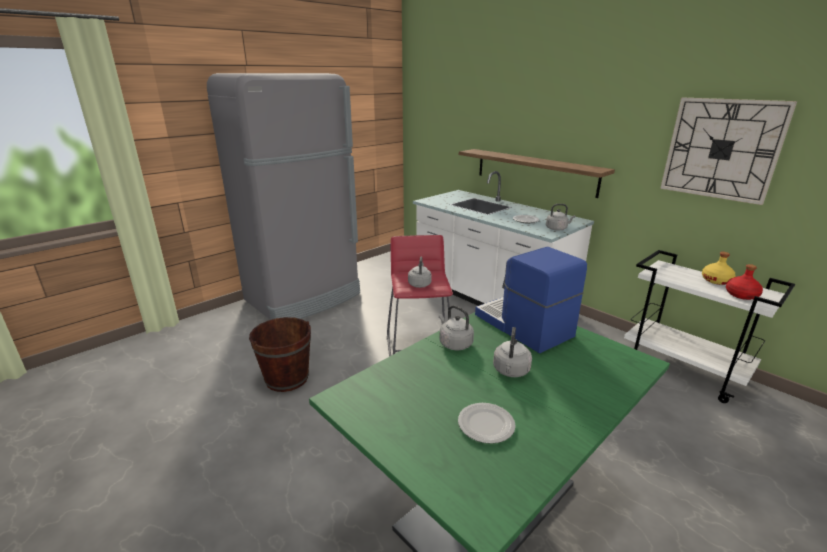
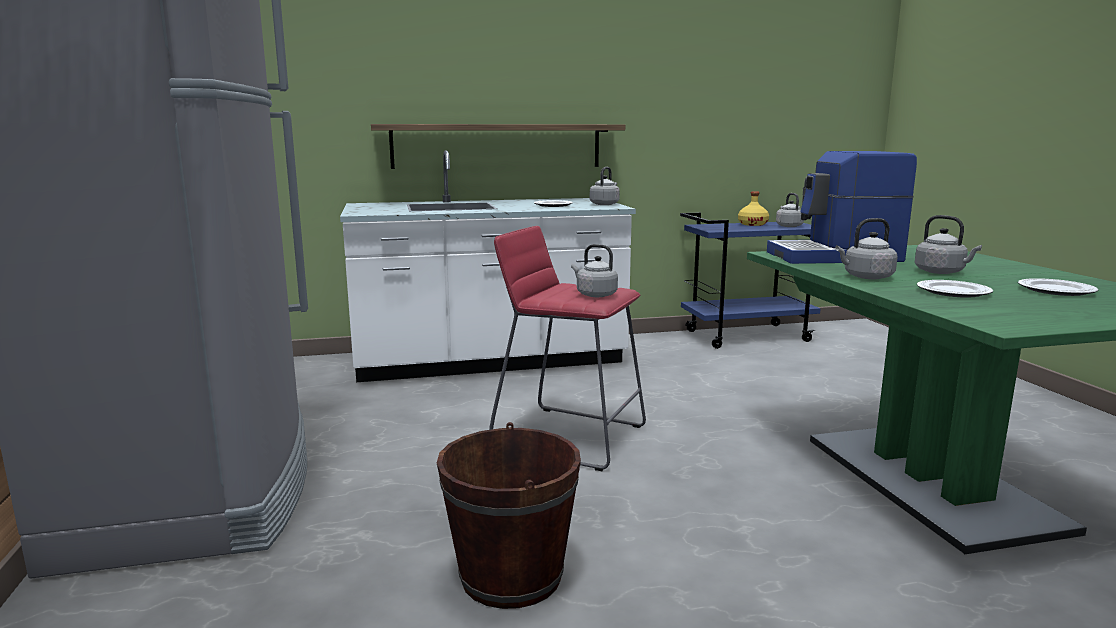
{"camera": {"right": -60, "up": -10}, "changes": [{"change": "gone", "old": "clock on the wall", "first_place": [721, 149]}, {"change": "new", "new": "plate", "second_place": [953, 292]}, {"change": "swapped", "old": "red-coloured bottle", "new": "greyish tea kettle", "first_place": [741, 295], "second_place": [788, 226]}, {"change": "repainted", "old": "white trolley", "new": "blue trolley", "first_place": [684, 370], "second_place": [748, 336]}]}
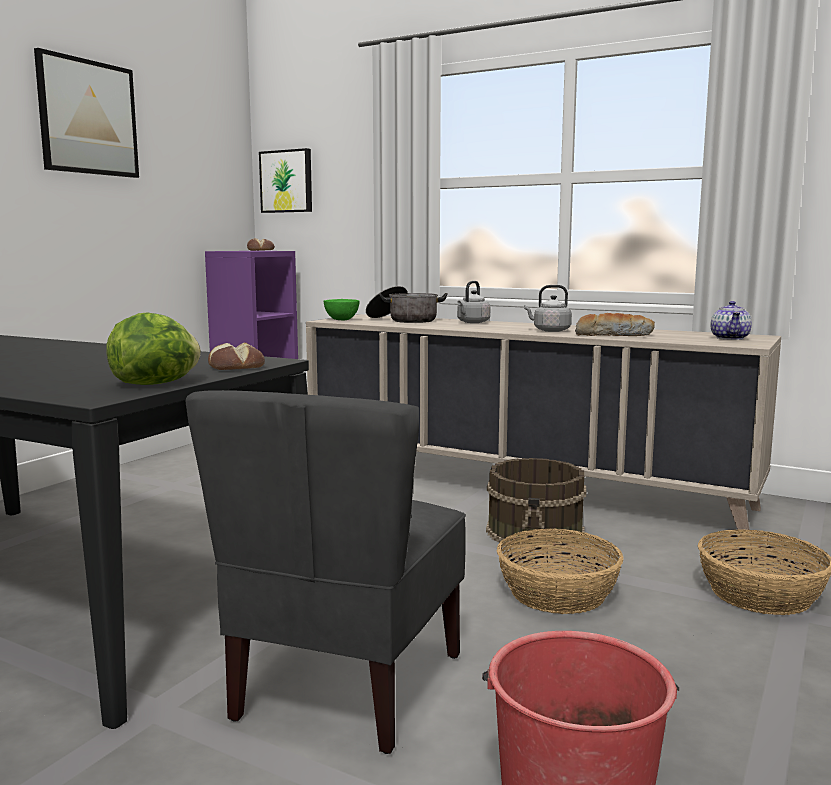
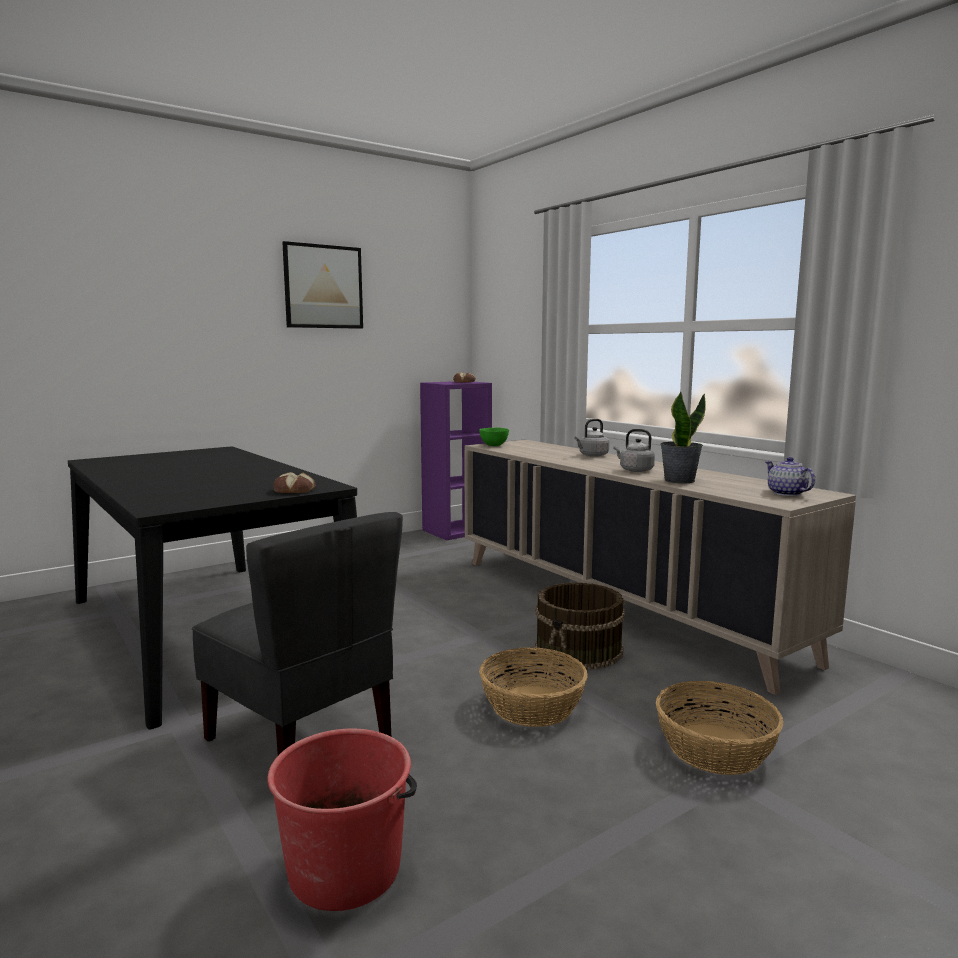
{"camera": {"right": 25, "up": 0}, "changes": [{"change": "gone", "old": "head of lettuce", "first_place": [156, 384]}, {"change": "gone", "old": "wall art", "first_place": [287, 181]}, {"change": "gone", "old": "stockpot", "first_place": [403, 320]}, {"change": "swapped", "old": "bakery bread", "new": "plant in a pot", "first_place": [614, 335], "second_place": [679, 480]}, {"change": "rotated", "old": "greyish plain chair", "first_place": [346, 686], "second_place": [302, 738], "degrees": -90}, {"change": "rotated", "old": "teapot", "first_place": [730, 338], "second_place": [787, 493], "degrees": 120}]}
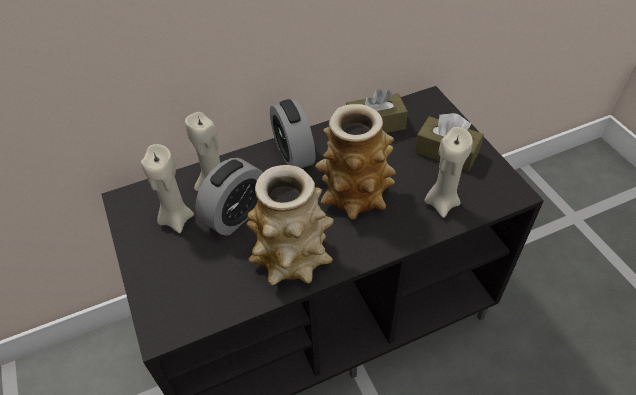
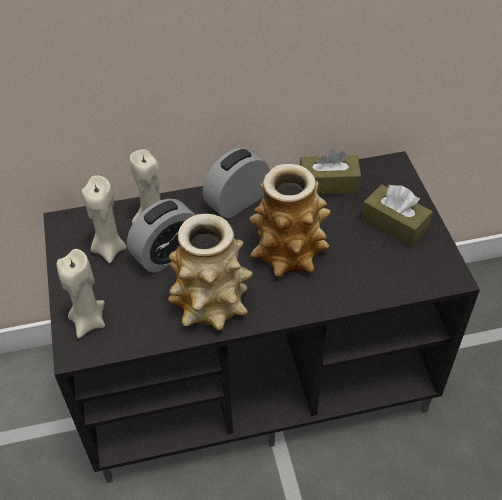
{"camera": {"right": 10, "up": 0}, "changes": [{"change": "shifted", "old": "beige-coloured wax light", "first_place": [441, 202], "second_place": [89, 321]}, {"change": "rotated", "old": "table clock", "first_place": [293, 154], "second_place": [237, 202], "degrees": 60}]}
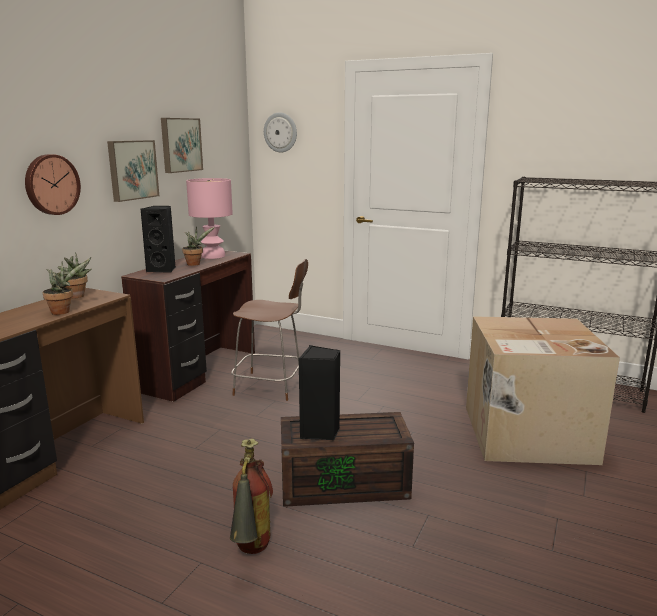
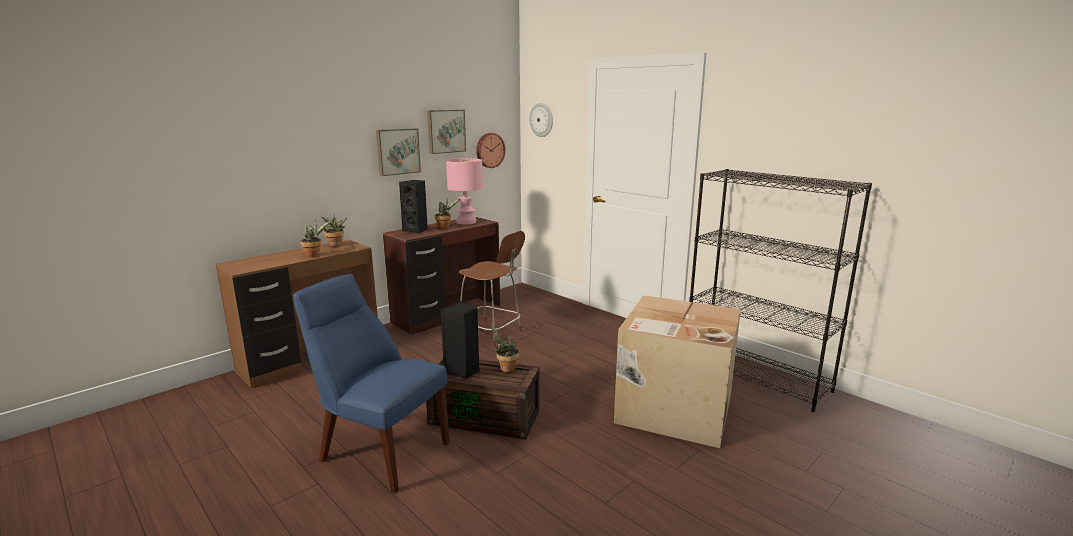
{"camera": {"right": 20, "up": 0}, "changes": [{"change": "new", "new": "plant in a pot", "second_place": [505, 368]}, {"change": "shifted", "old": "clock on the wall", "first_place": [51, 184], "second_place": [489, 150]}, {"change": "swapped", "old": "fire-fighting cylinder", "new": "blue plain chair", "first_place": [250, 554], "second_place": [380, 450]}]}
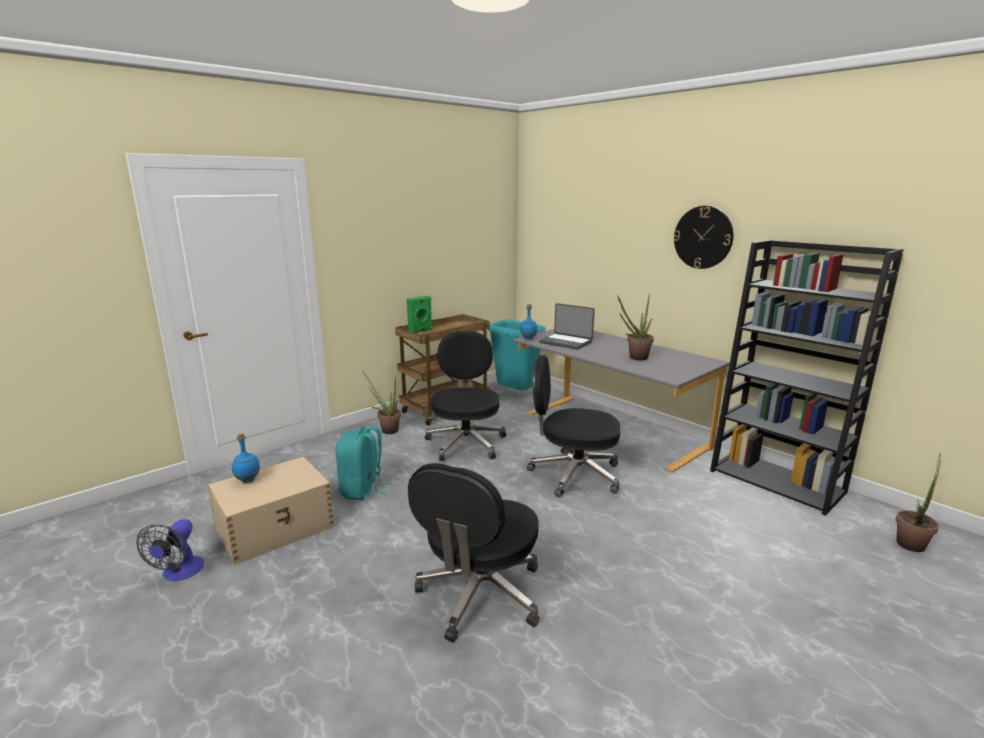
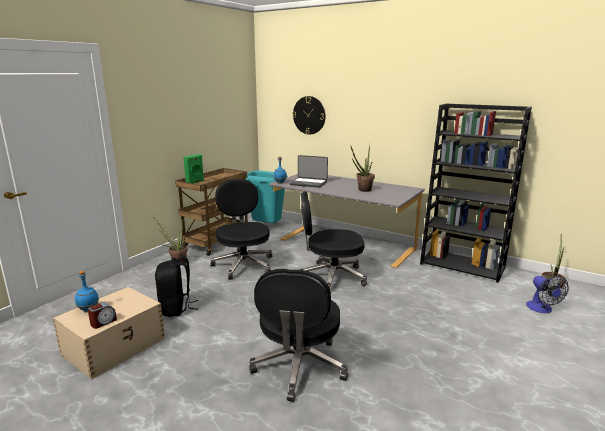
{"camera": {"right": -15, "up": 0}, "changes": [{"change": "new", "new": "table clock", "second_place": [103, 322]}, {"change": "shifted", "old": "cooling fan", "first_place": [179, 573], "second_place": [542, 309]}, {"change": "shifted", "old": "clock on the wall", "first_place": [703, 237], "second_place": [309, 115]}, {"change": "repainted", "old": "turquoise backpack", "new": "black backpack", "first_place": [362, 490], "second_place": [176, 308]}]}
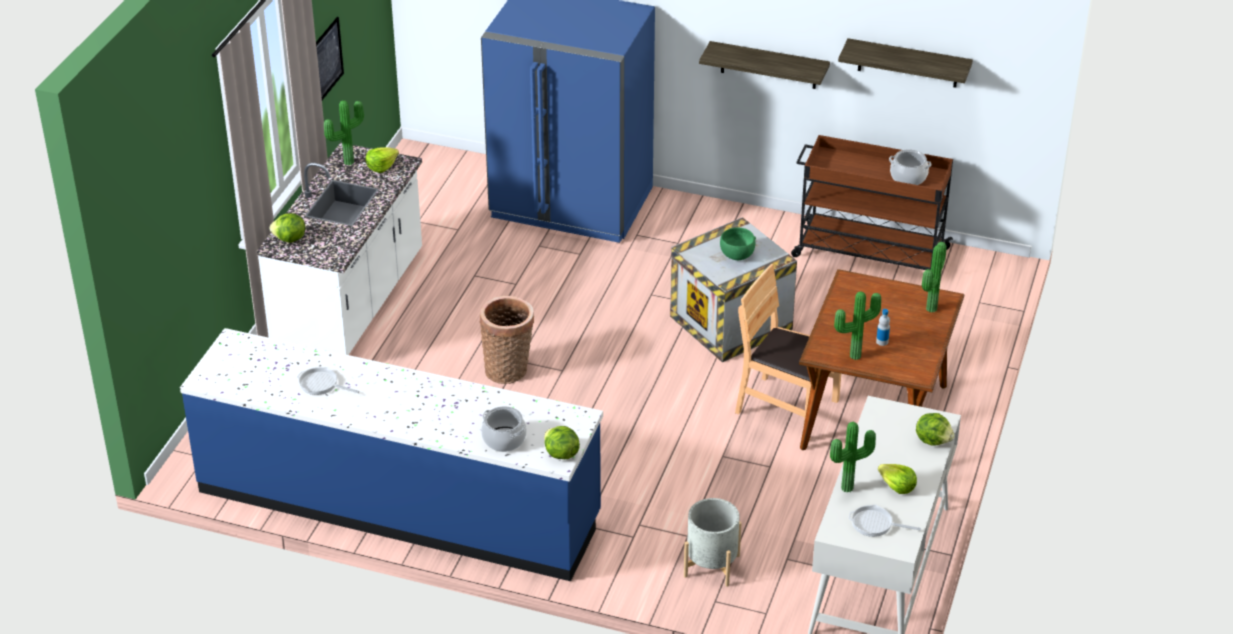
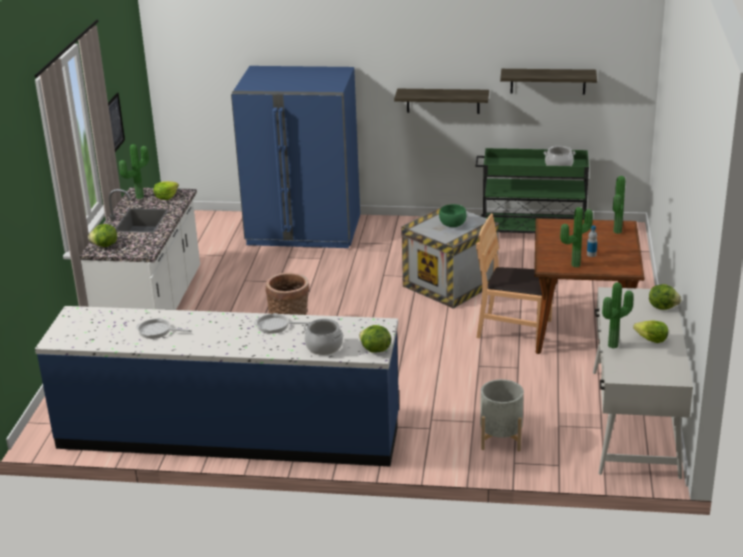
{"camera": {"right": -10, "up": -10}, "changes": [{"change": "shifted", "old": "pan", "first_place": [875, 524], "second_place": [275, 326]}, {"change": "repainted", "old": "brown trolley", "new": "green-coloured trolley", "first_place": [868, 252], "second_place": [531, 232]}]}
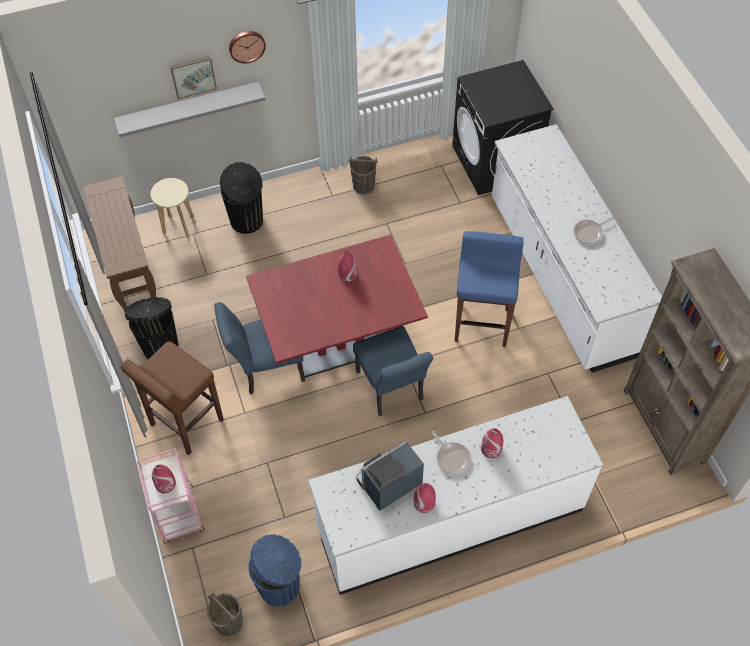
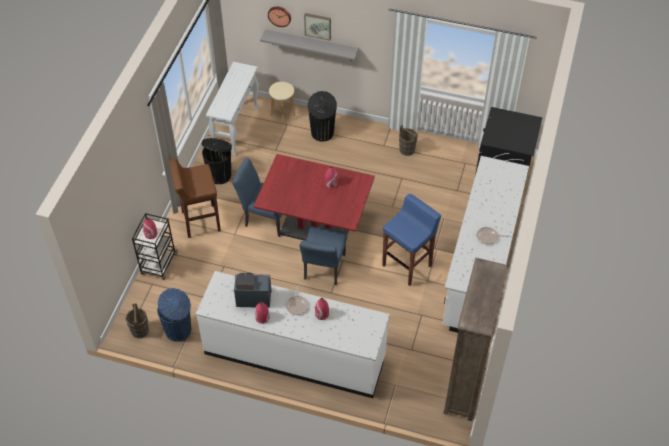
{"camera": {"right": 35, "up": -5}, "changes": [{"change": "shifted", "old": "clock on the wall", "first_place": [246, 45], "second_place": [279, 16]}, {"change": "repainted", "old": "brown narrow table", "new": "white narrow table", "first_place": [132, 275], "second_place": [236, 128]}, {"change": "repainted", "old": "pink-coloured trolley", "new": "black trolley", "first_place": [179, 515], "second_place": [159, 264]}]}
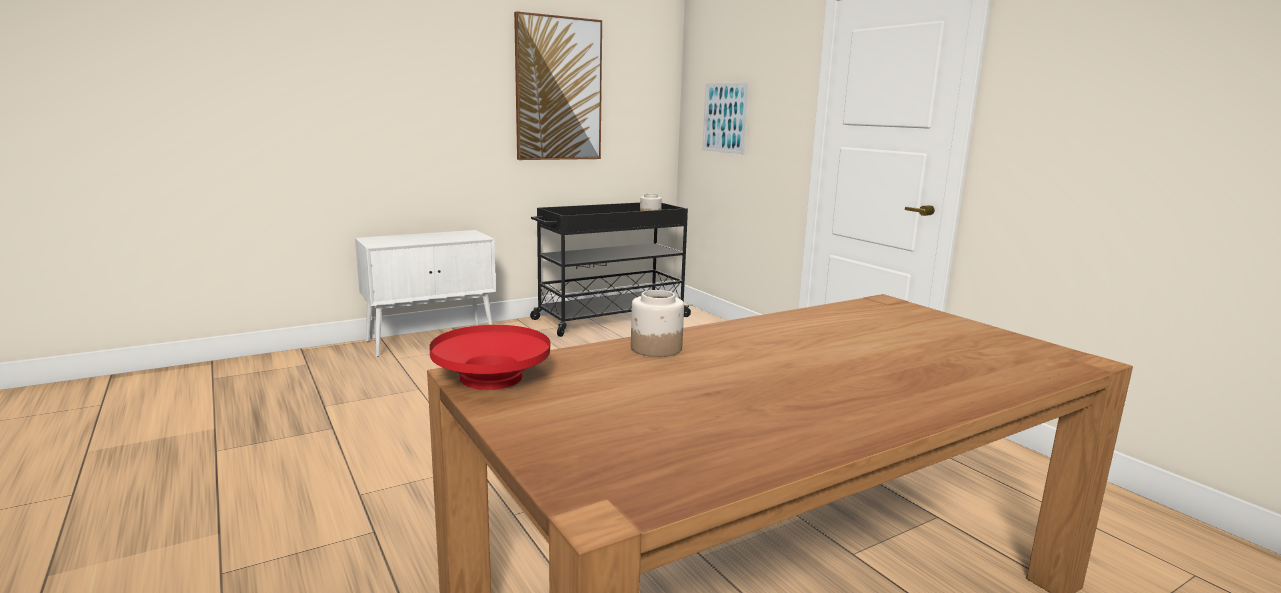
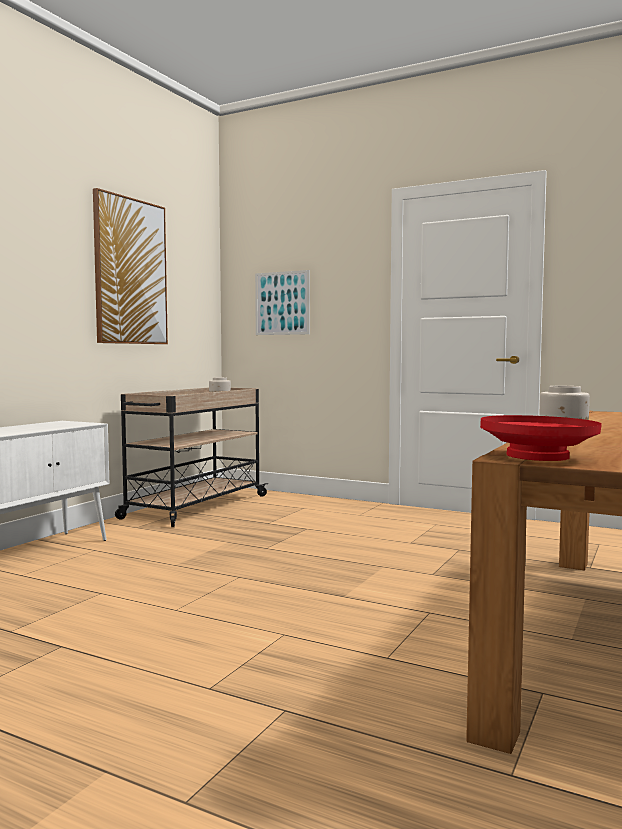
{"camera": {"right": -30, "up": -10}, "changes": [{"change": "repainted", "old": "black trolley", "new": "beige-coloured trolley", "first_place": [610, 318], "second_place": [195, 507]}]}
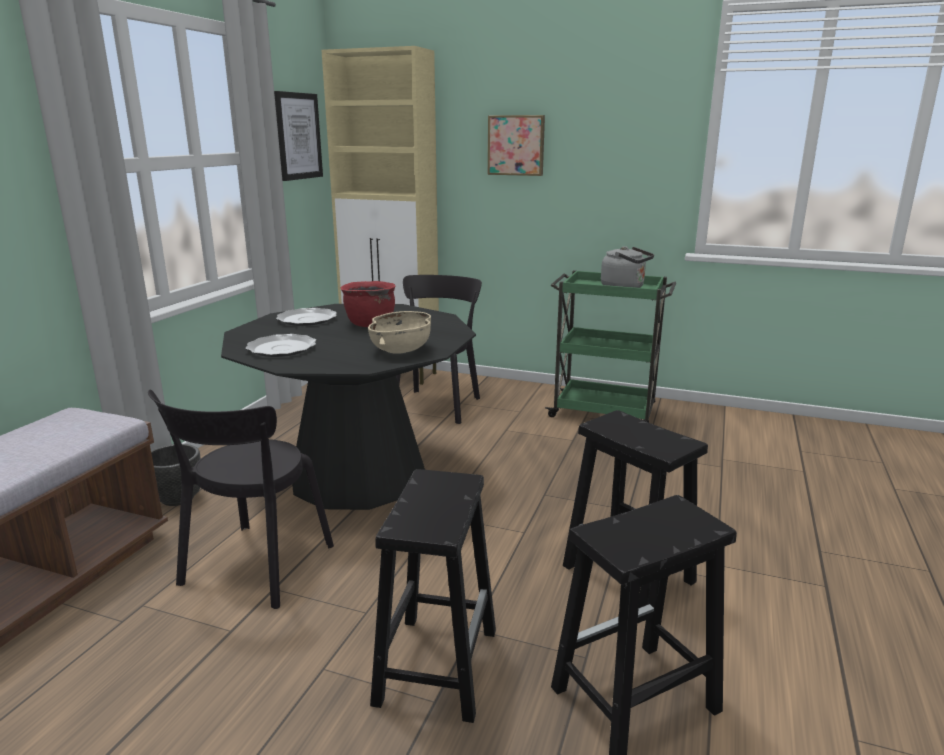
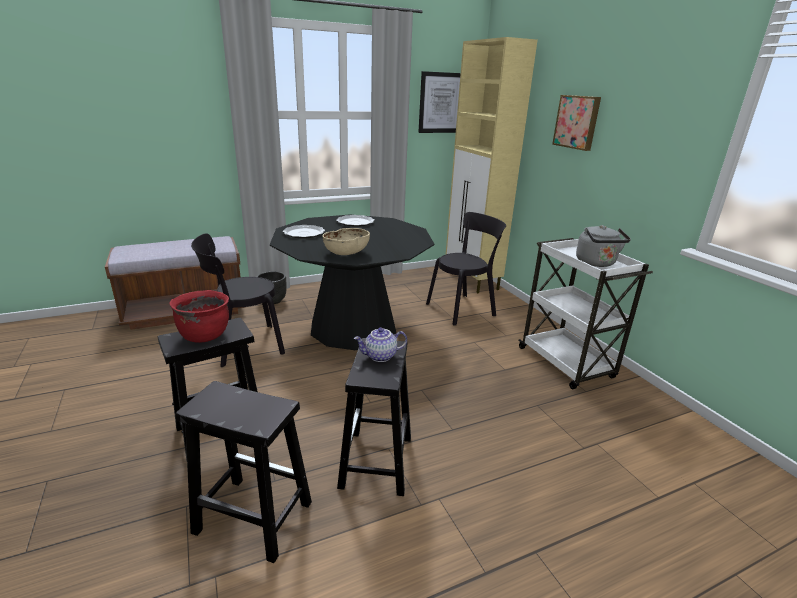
{"camera": {"right": 45, "up": 5}, "changes": [{"change": "new", "new": "teapot", "second_place": [380, 356]}, {"change": "shifted", "old": "red-coloured stockpot", "first_place": [370, 324], "second_place": [204, 335]}, {"change": "repainted", "old": "green-coloured trolley", "new": "white trolley", "first_place": [604, 412], "second_place": [566, 364]}]}
